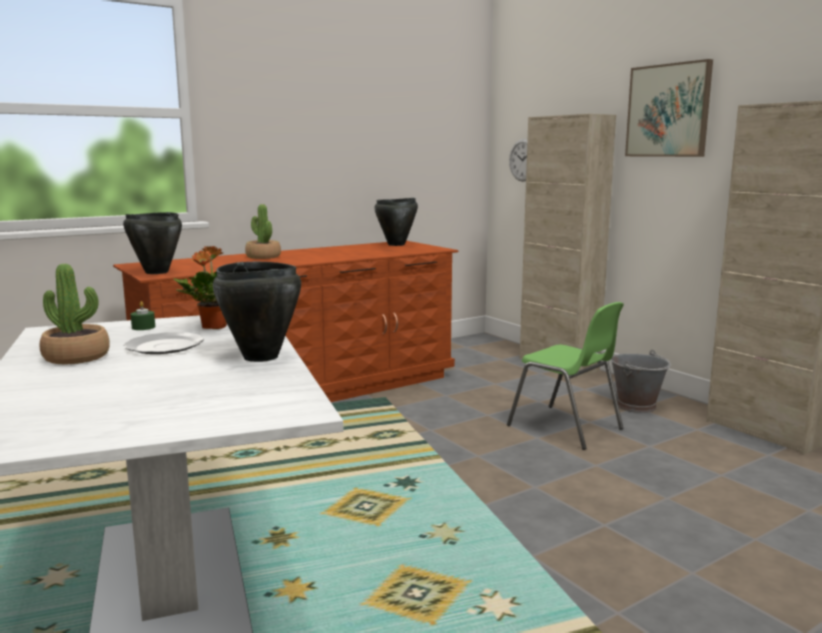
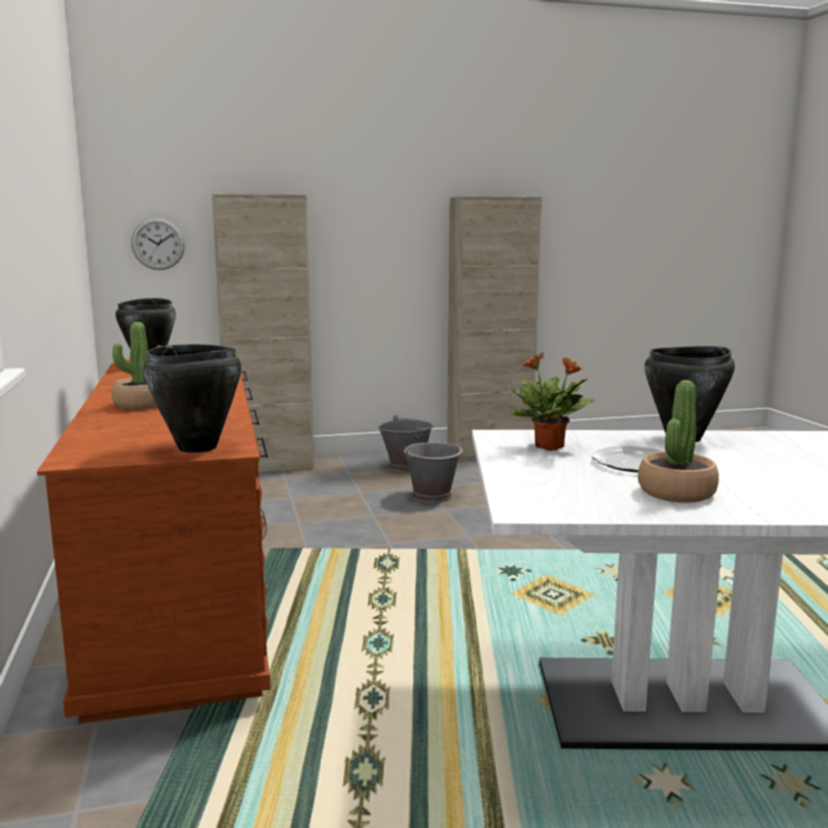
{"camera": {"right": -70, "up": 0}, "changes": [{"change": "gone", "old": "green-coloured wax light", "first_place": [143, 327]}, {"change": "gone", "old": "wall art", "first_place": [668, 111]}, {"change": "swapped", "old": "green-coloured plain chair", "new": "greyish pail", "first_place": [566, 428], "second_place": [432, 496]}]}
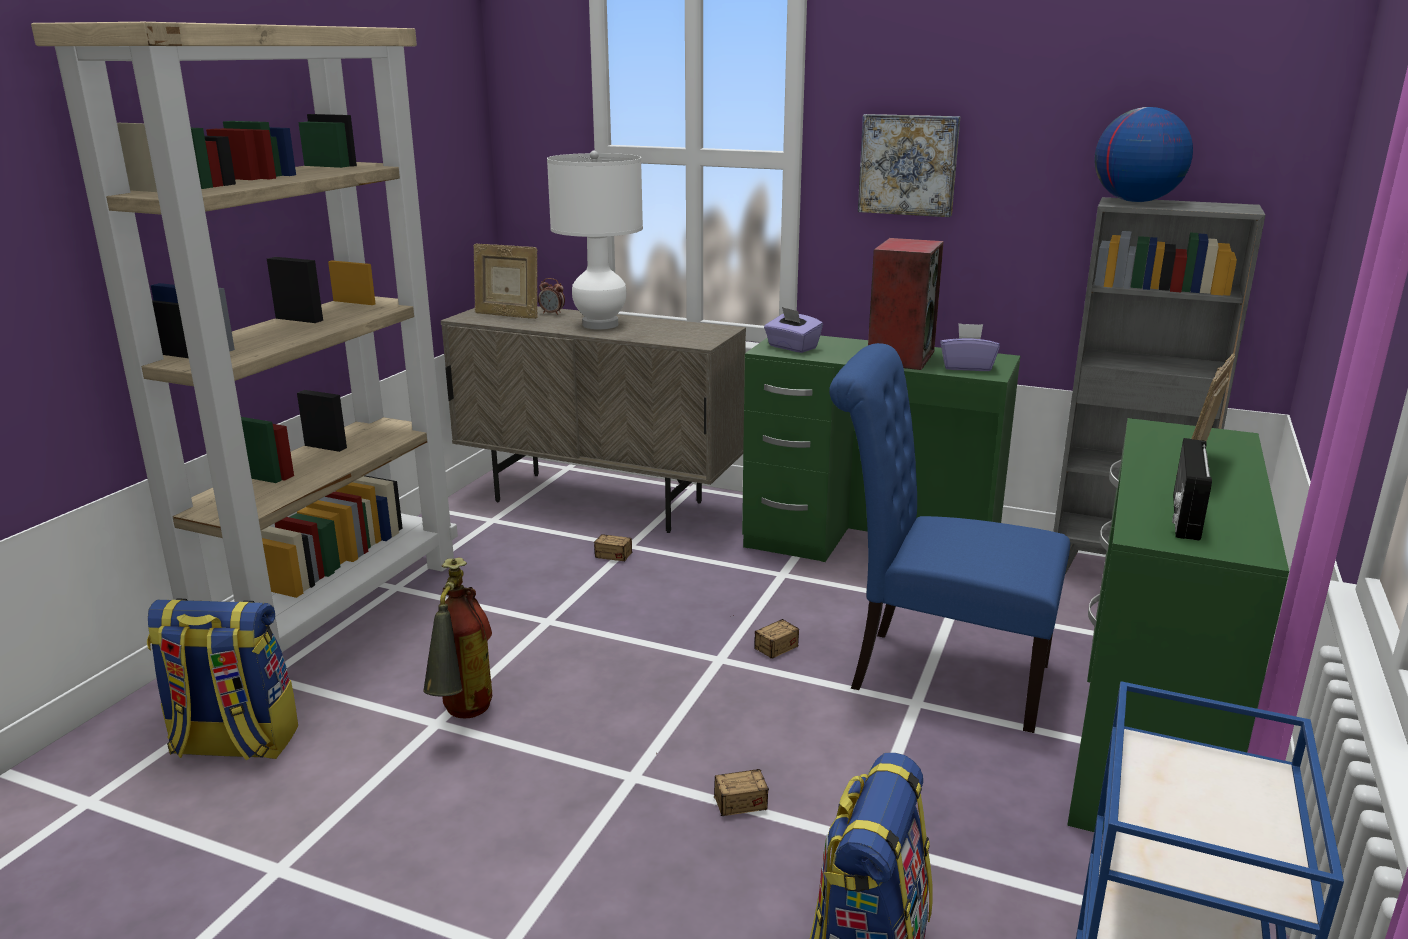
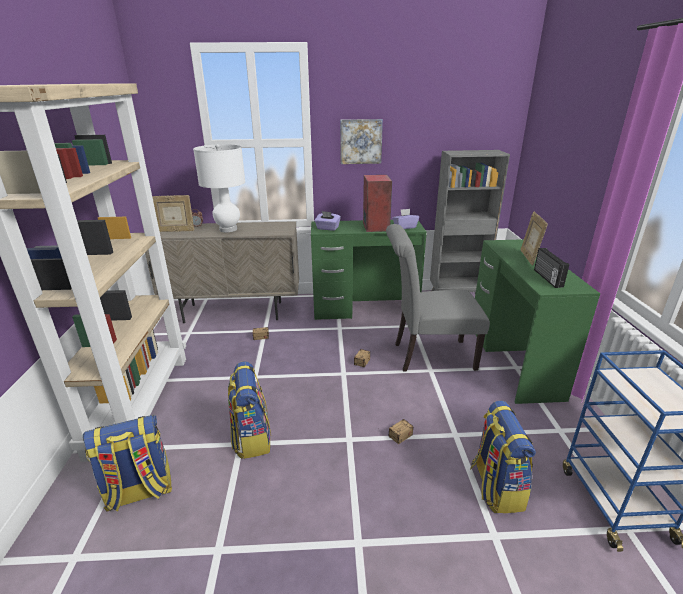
{"camera": {"right": -25, "up": 5}, "changes": [{"change": "gone", "old": "desk globe", "first_place": [1135, 201]}, {"change": "swapped", "old": "fire-fighting cylinder", "new": "backpack", "first_place": [462, 719], "second_place": [251, 437]}, {"change": "repainted", "old": "blue plain chair", "new": "greyish plain chair", "first_place": [936, 674], "second_place": [428, 356]}]}
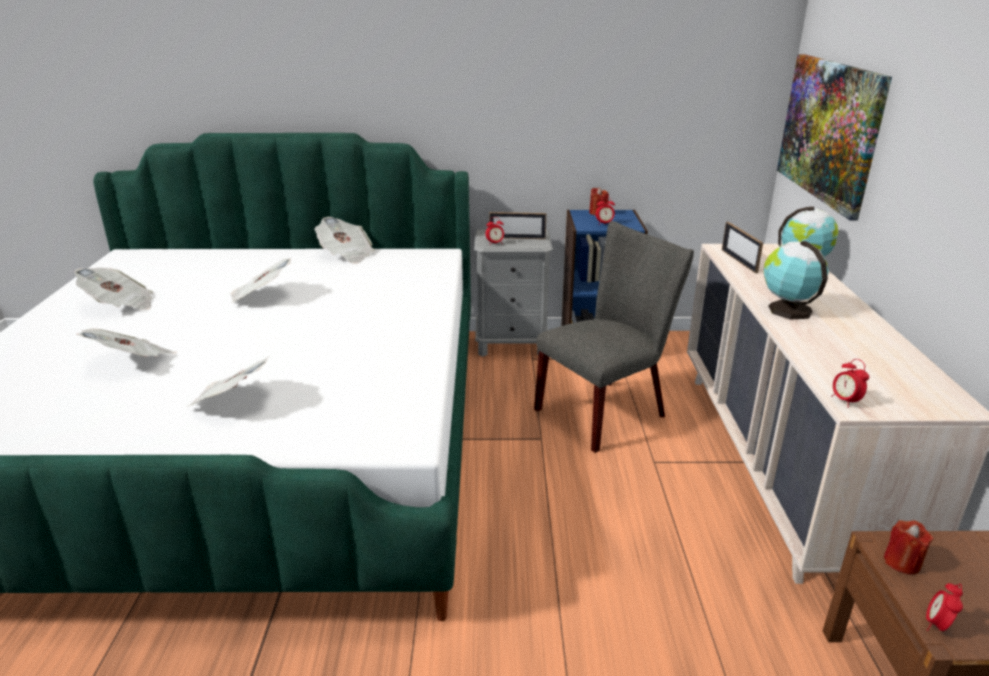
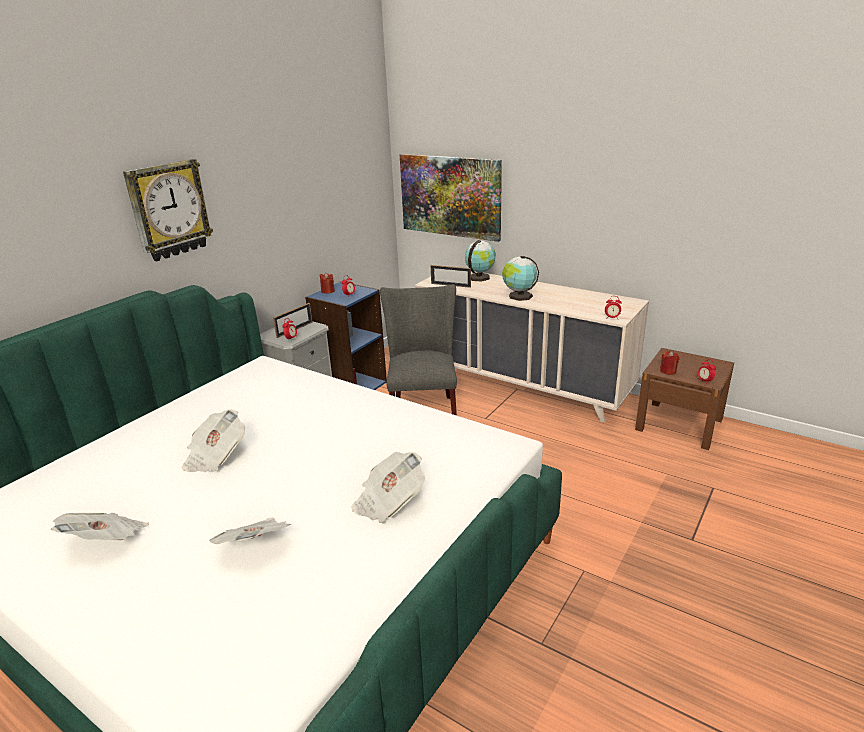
{"camera": {"right": -55, "up": 0}, "changes": [{"change": "gone", "old": "newspaper", "first_place": [346, 254]}, {"change": "new", "new": "clock on the wall", "second_place": [169, 210]}]}
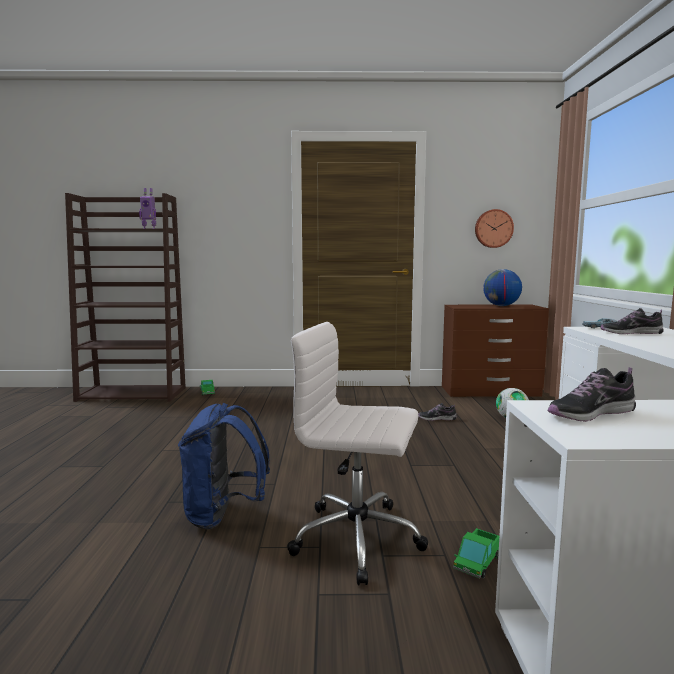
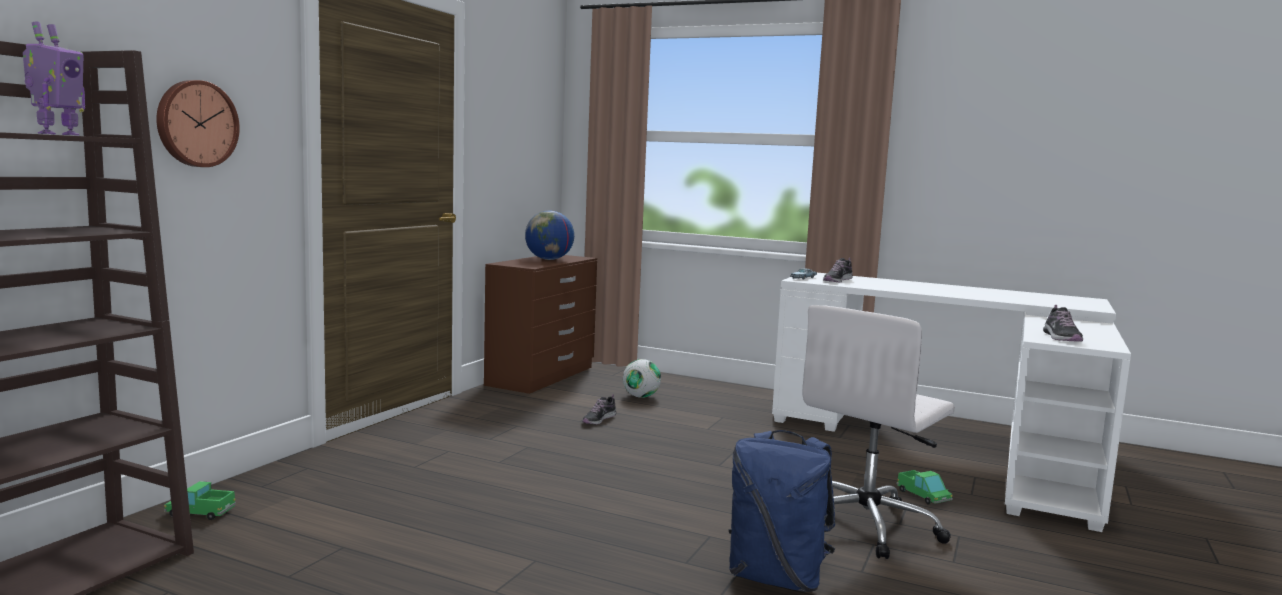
{"camera": {"right": -65, "up": 0}, "changes": [{"change": "shifted", "old": "clock on the wall", "first_place": [493, 228], "second_place": [196, 124]}]}
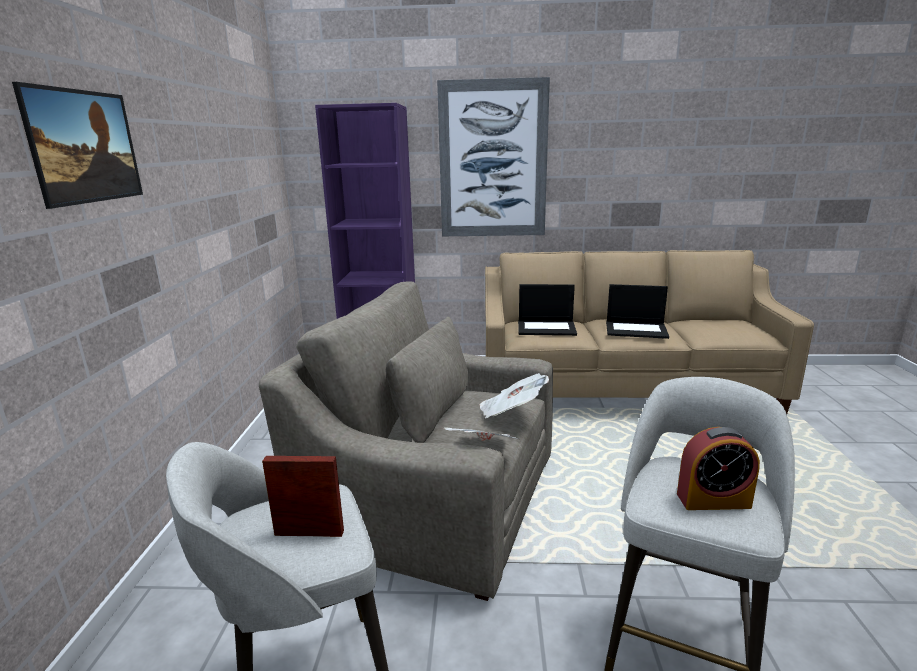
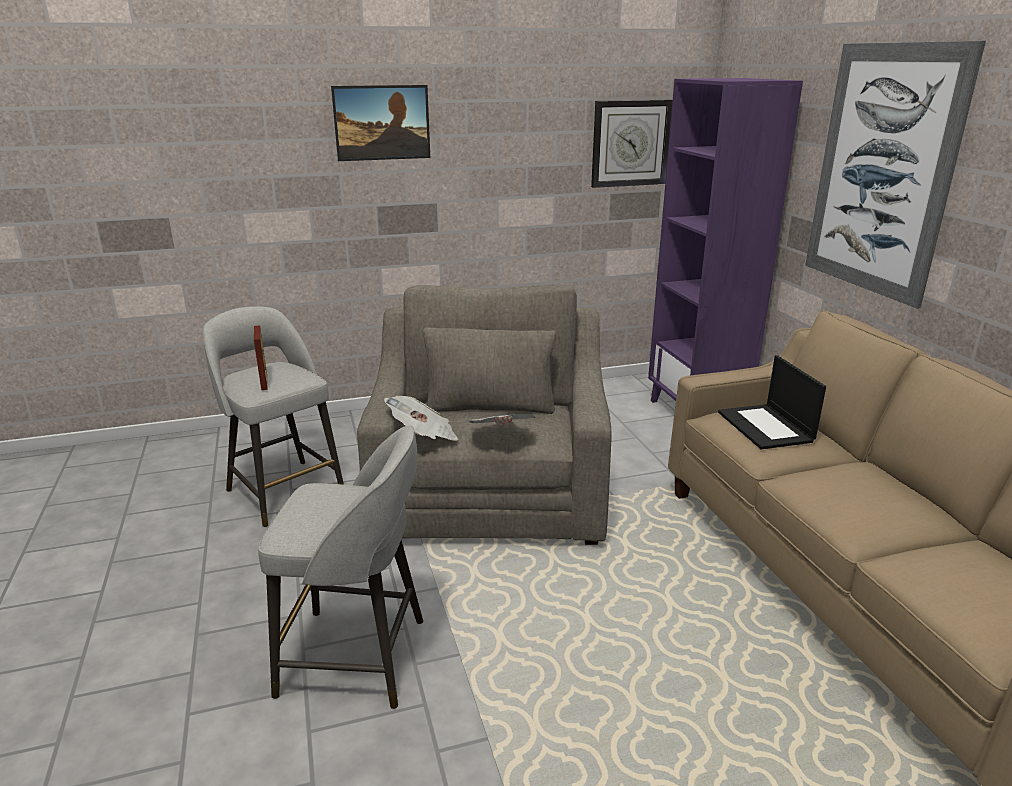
{"camera": {"right": 70, "up": 5}, "changes": [{"change": "gone", "old": "portable computer", "first_place": [636, 330]}, {"change": "gone", "old": "table clock", "first_place": [713, 500]}, {"change": "new", "new": "clock on the wall", "second_place": [630, 143]}]}
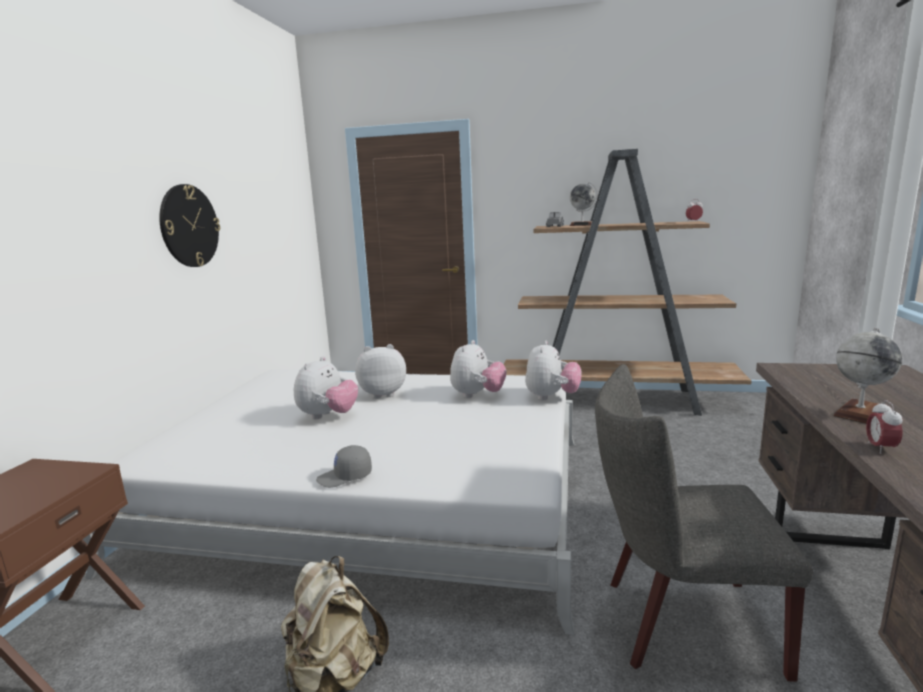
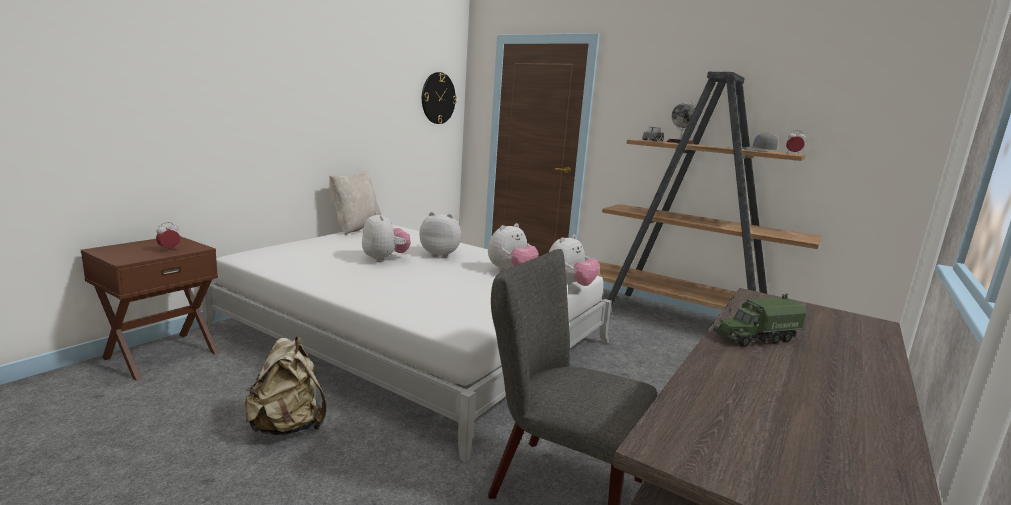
{"camera": {"right": 20, "up": 0}, "changes": [{"change": "new", "new": "beige-coloured pillow", "second_place": [356, 228]}, {"change": "shifted", "old": "clock on the wall", "first_place": [189, 226], "second_place": [438, 98]}, {"change": "shifted", "old": "greyish cap", "first_place": [345, 477], "second_place": [759, 150]}, {"change": "shifted", "old": "table clock", "first_place": [880, 448], "second_place": [169, 249]}, {"change": "swapped", "old": "desk globe", "new": "model truck", "first_place": [859, 413], "second_place": [755, 338]}, {"change": "rotated", "old": "plush toy", "first_place": [328, 416], "second_place": [385, 259], "degrees": -75}]}
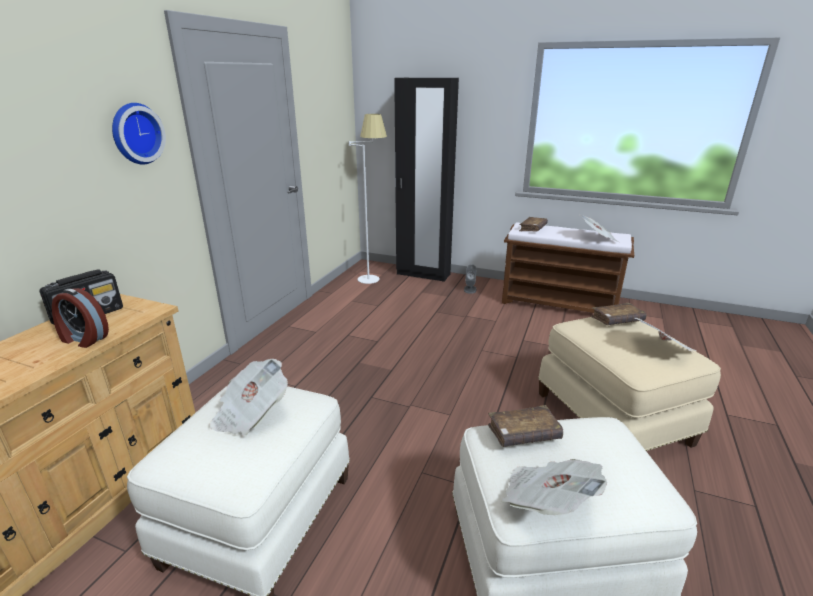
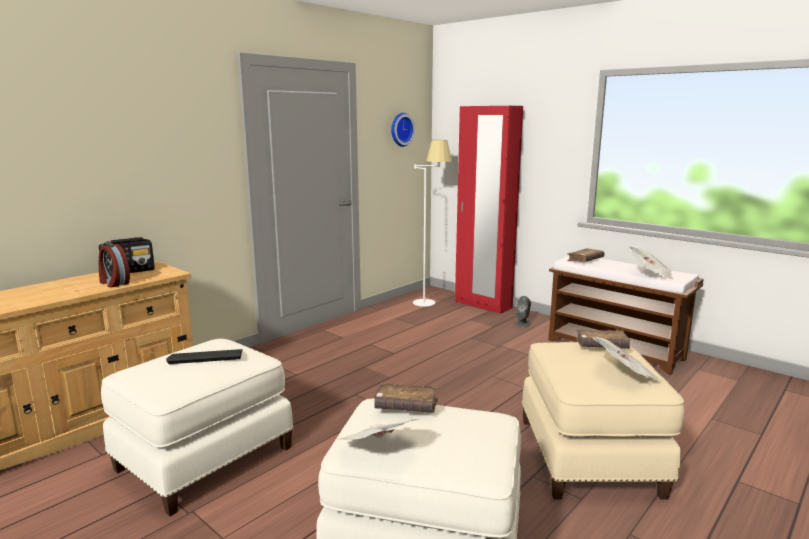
{"camera": {"right": 20, "up": -10}, "changes": [{"change": "shifted", "old": "clock on the wall", "first_place": [135, 133], "second_place": [400, 129]}, {"change": "swapped", "old": "newspaper", "new": "keyboard", "first_place": [250, 413], "second_place": [206, 357]}, {"change": "repainted", "old": "black armoire", "new": "red-coloured armoire", "first_place": [423, 274], "second_place": [483, 305]}]}
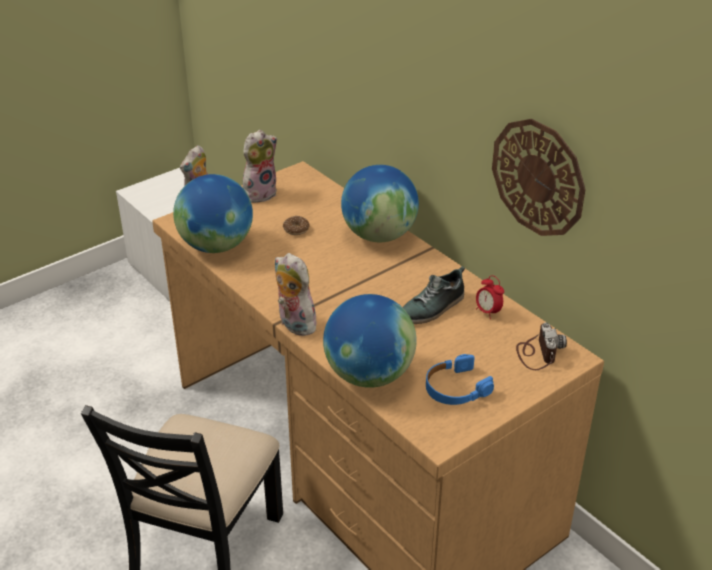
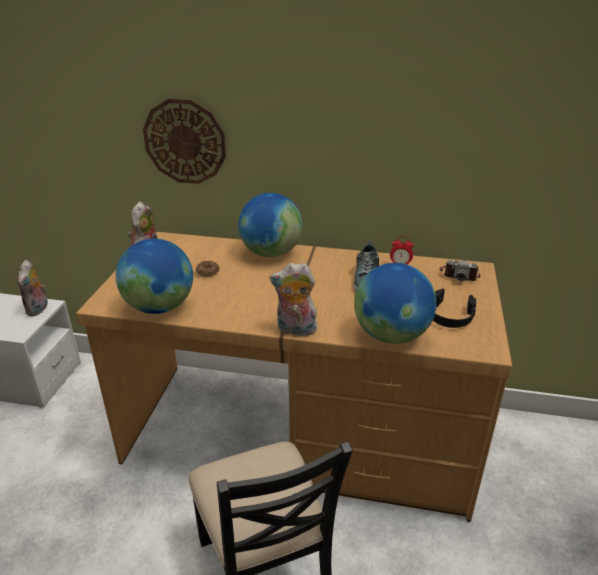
{"camera": {"right": -40, "up": -5}, "changes": [{"change": "shifted", "old": "clock on the wall", "first_place": [538, 177], "second_place": [185, 142]}, {"change": "repainted", "old": "blue headset", "new": "black headset", "first_place": [455, 388], "second_place": [450, 316]}, {"change": "rotated", "old": "still camera", "first_place": [537, 353], "second_place": [459, 275], "degrees": 150}]}
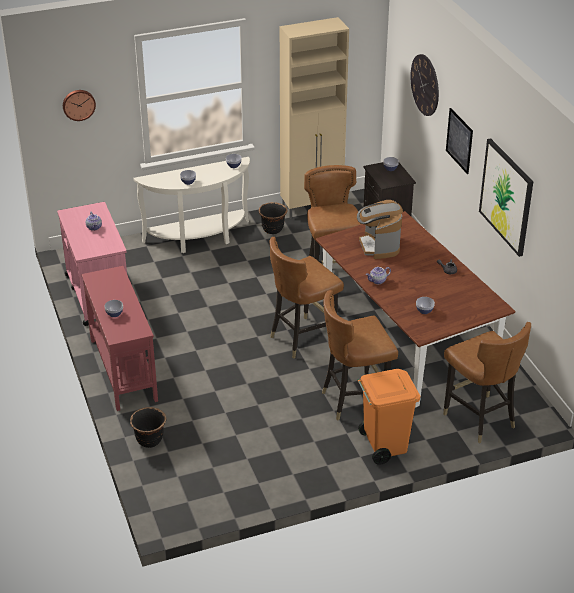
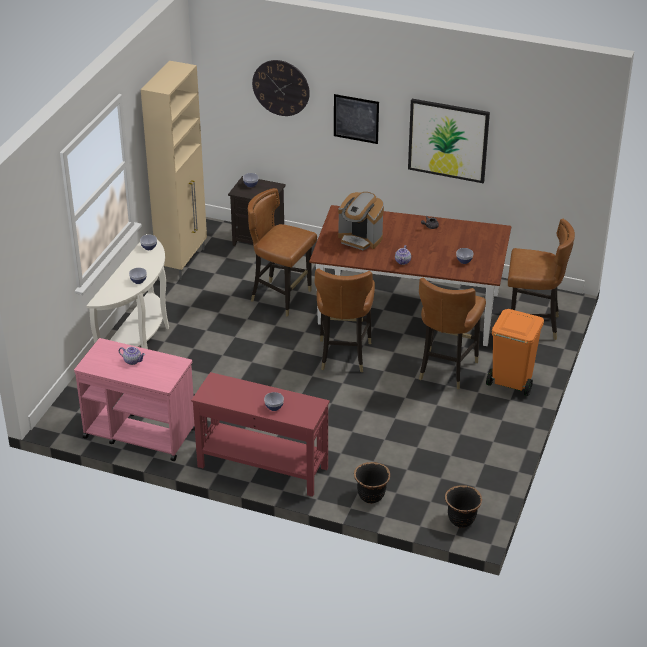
{"camera": {"right": -50, "up": 0}, "changes": [{"change": "gone", "old": "clock on the wall", "first_place": [78, 104]}, {"change": "shifted", "old": "black planter", "first_place": [272, 229], "second_place": [461, 520]}]}
